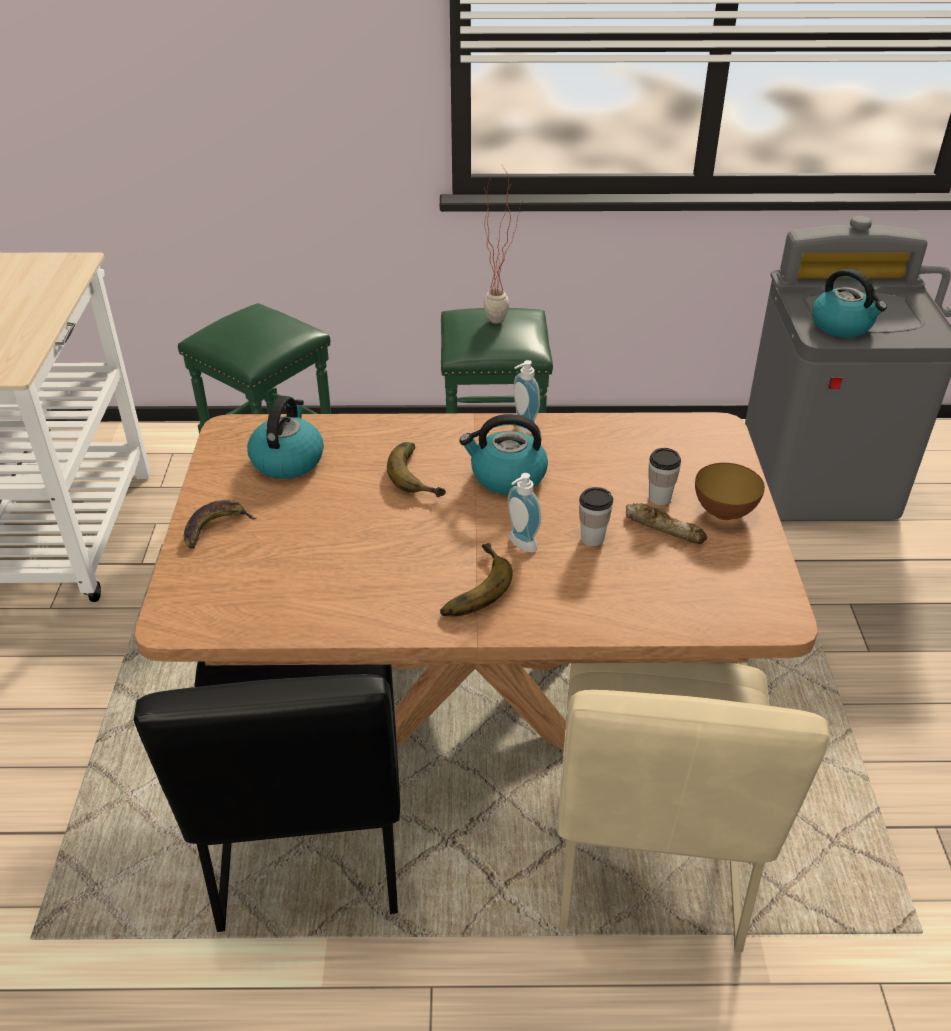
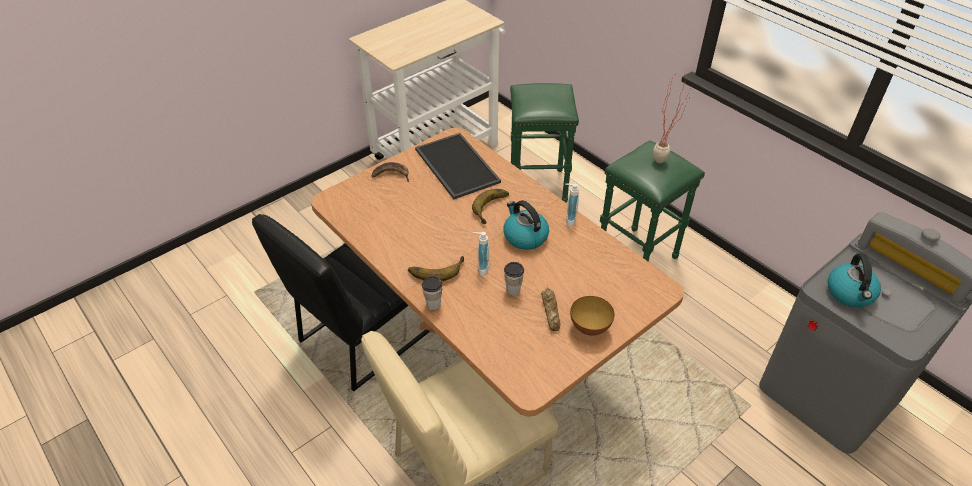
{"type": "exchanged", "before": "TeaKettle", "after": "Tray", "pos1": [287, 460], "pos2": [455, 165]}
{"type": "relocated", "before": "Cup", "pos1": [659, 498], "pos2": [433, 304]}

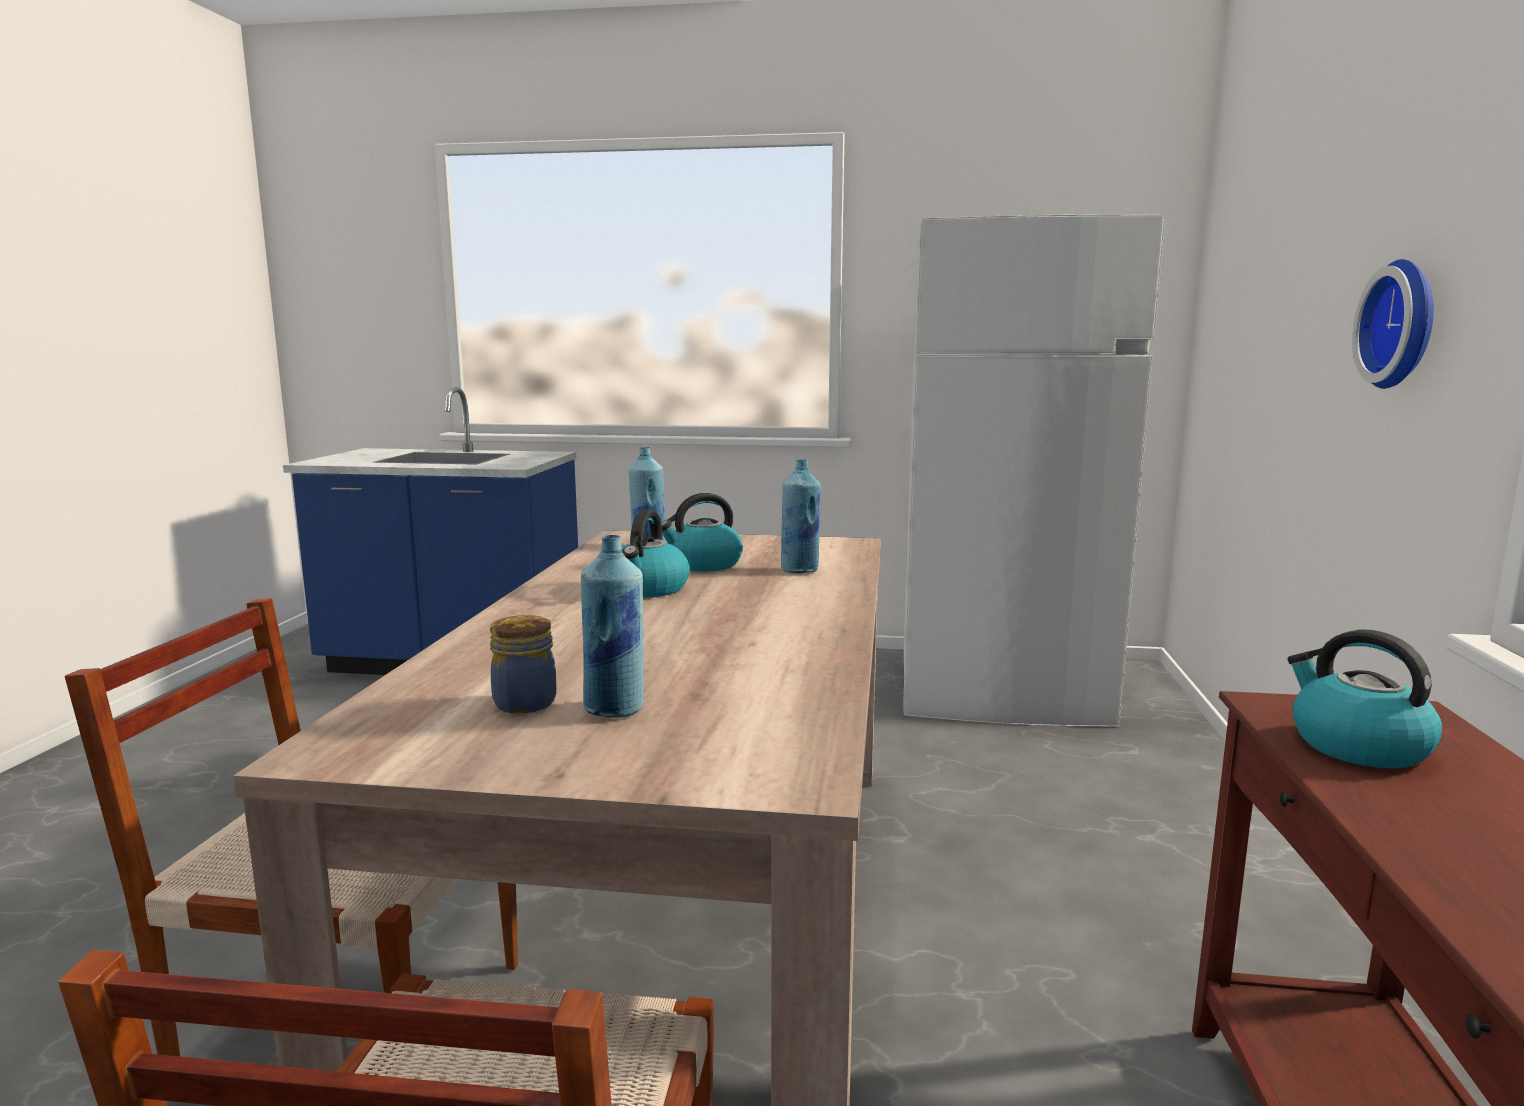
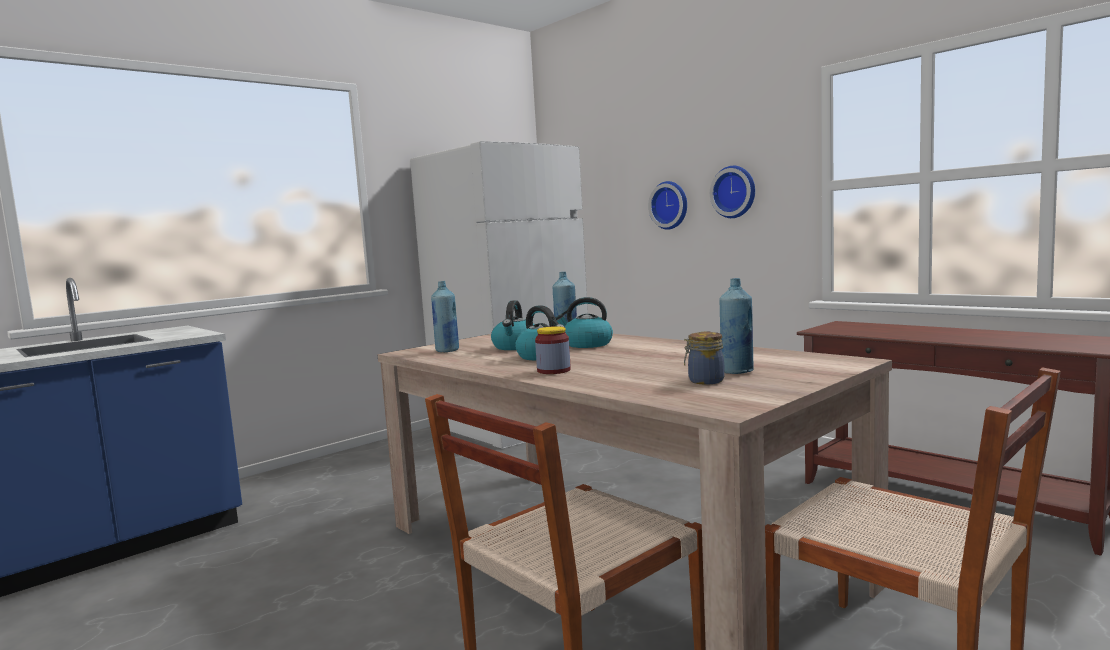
{"type": "appeared", "after": "PreserveJar", "pos2": [553, 370]}
{"type": "relocated", "before": "TeaKettle", "pos1": [1356, 746], "pos2": [587, 344]}
{"type": "appeared", "after": "WallClock", "pos2": [670, 205]}

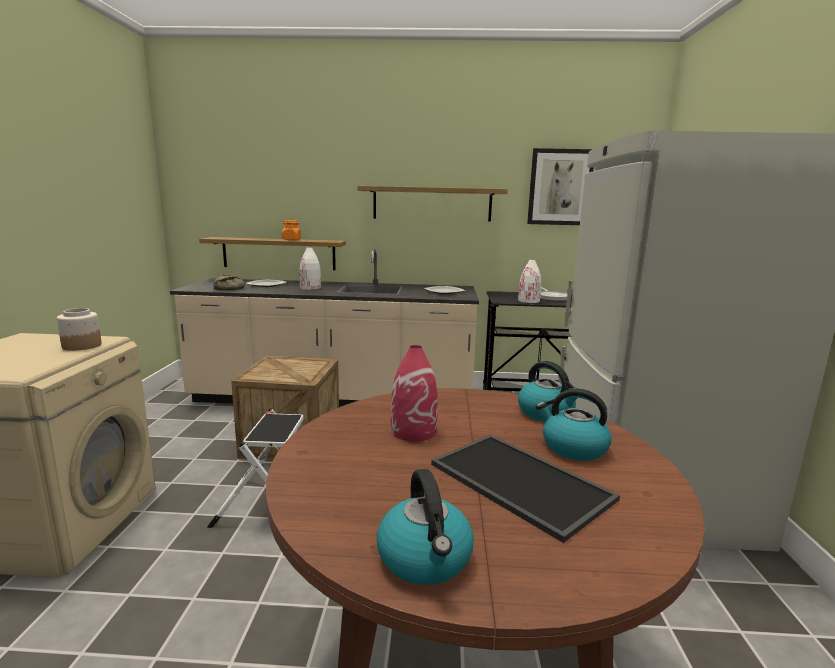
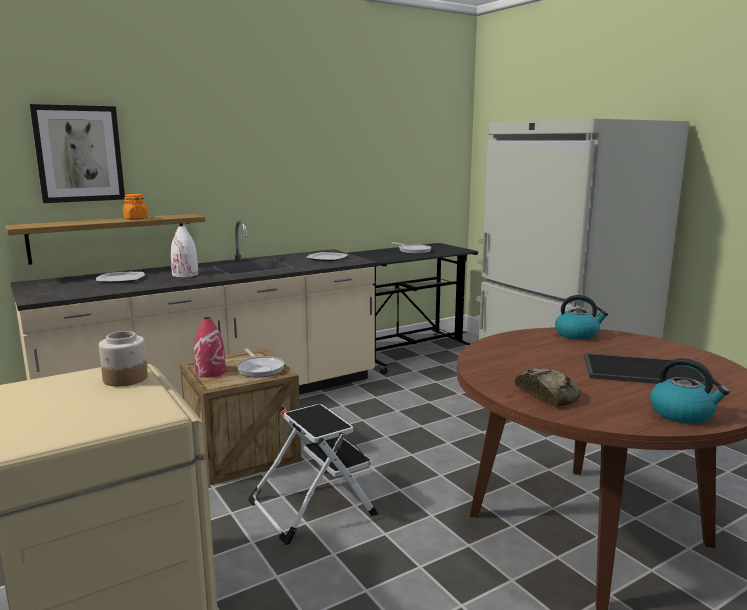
{"type": "relocated", "before": "WallArt", "pos1": [560, 187], "pos2": [79, 154]}
{"type": "relocated", "before": "ReddishDecorativeVase", "pos1": [414, 431], "pos2": [210, 372]}
{"type": "appeared", "after": "Pan", "pos2": [260, 369]}
{"type": "relocated", "before": "BakedBread", "pos1": [230, 288], "pos2": [547, 394]}
{"type": "missing", "before": "BracketShelf", "pos1": [432, 204]}
{"type": "missing", "before": "WhiteDecorativeVase", "pos1": [529, 301]}
{"type": "missing", "before": "TeaKettle", "pos1": [573, 448]}

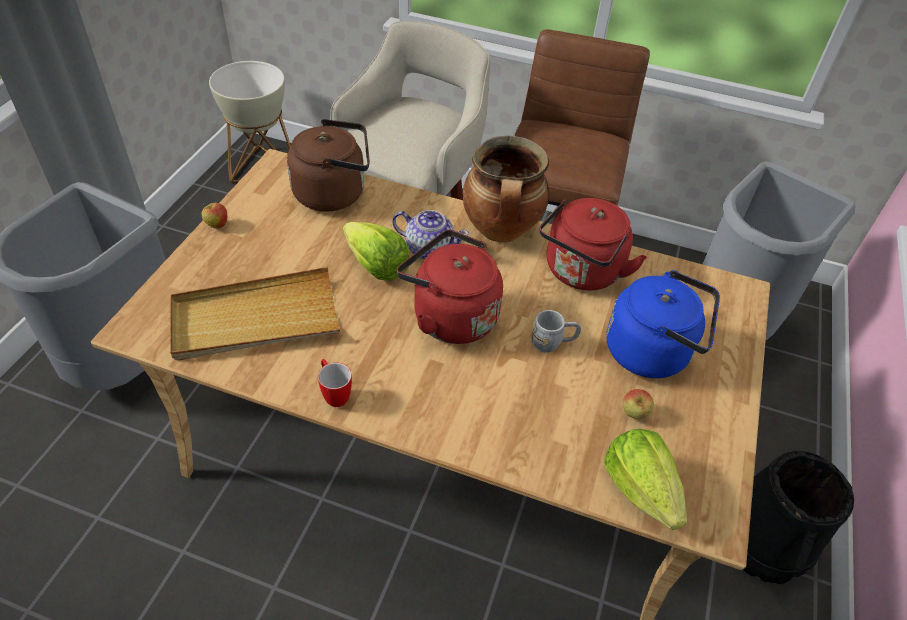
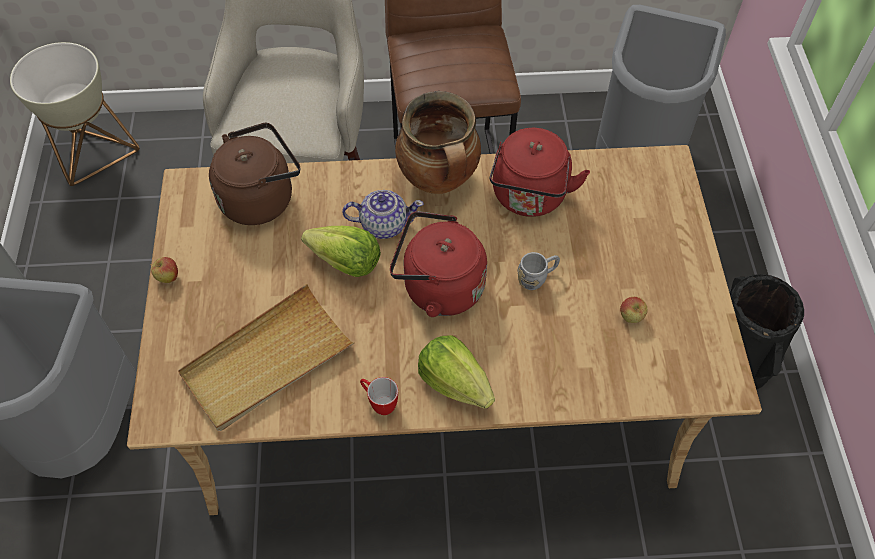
{"type": "relocated", "before": "Lettuce", "pos1": [640, 489], "pos2": [454, 382]}
{"type": "missing", "before": "BlueColouredTeaKettle", "pos1": [652, 352]}

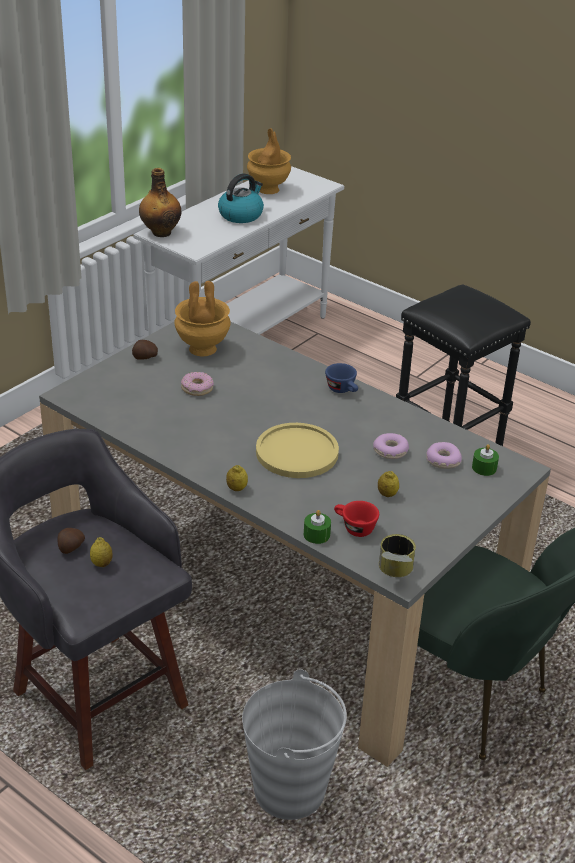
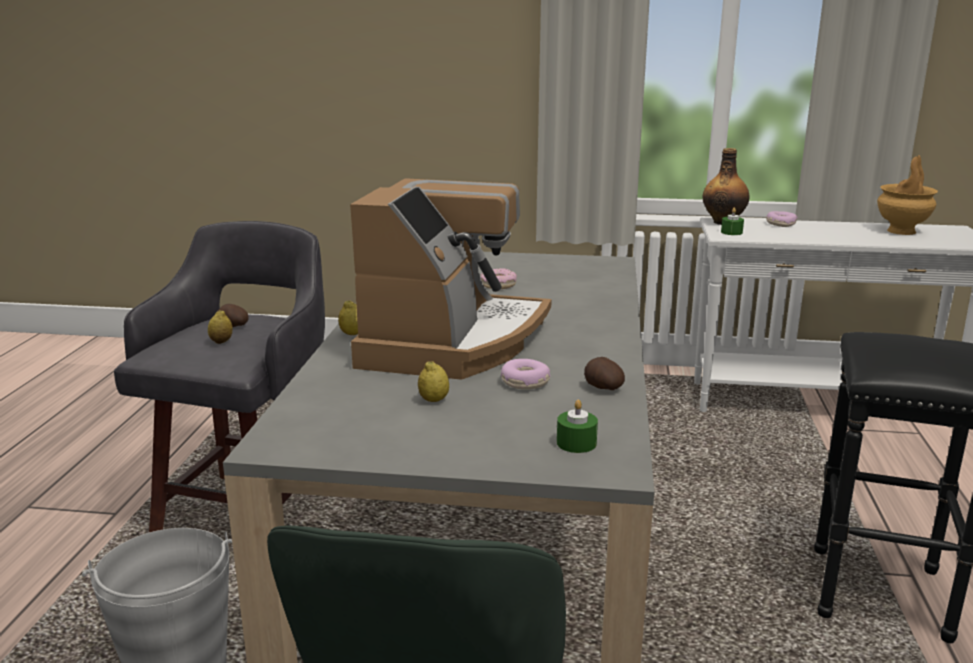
{"type": "exchanged", "before": "YellowColouredDinnerPlate", "after": "CoffeeMaker", "pos1": [297, 452], "pos2": [452, 342]}
{"type": "relocated", "before": "Spud", "pos1": [145, 358], "pos2": [603, 388]}
{"type": "relocated", "before": "GreenishWaxLight", "pos1": [316, 534], "pos2": [731, 232]}
{"type": "relocated", "before": "RingDoughnut", "pos1": [442, 460], "pos2": [780, 224]}
{"type": "missing", "before": "BrownDecorativeVase", "pos1": [202, 349]}
{"type": "missing", "before": "TeaKettle", "pos1": [241, 215]}
{"type": "missing", "before": "BlueColouredCup", "pos1": [343, 390]}
{"type": "missing", "before": "ReddishCup", "pos1": [354, 528]}
{"type": "missing", "before": "Can", "pos1": [394, 573]}

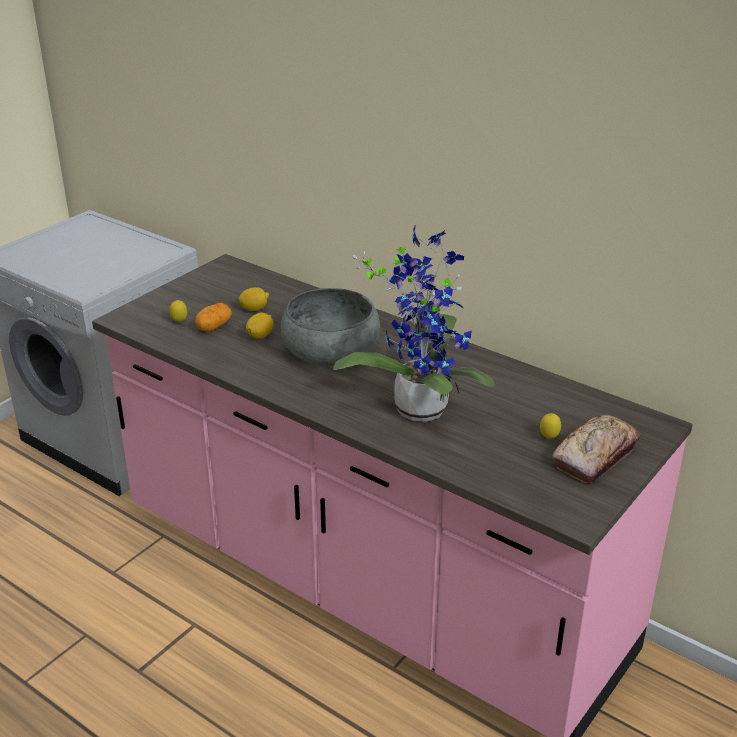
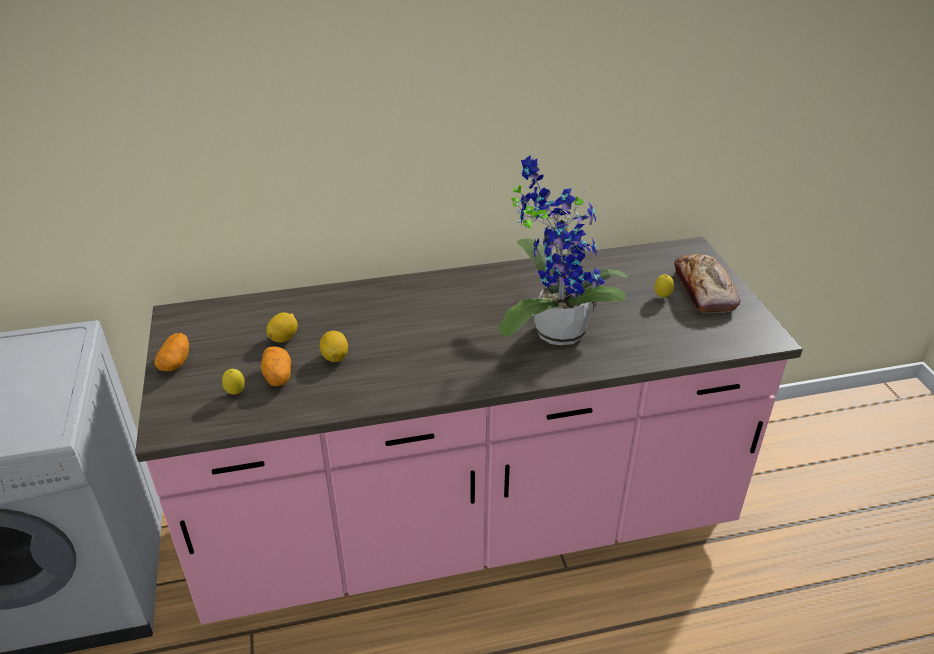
{"type": "appeared", "after": "Spud", "pos2": [175, 362]}
{"type": "missing", "before": "GrayBowl", "pos1": [330, 349]}

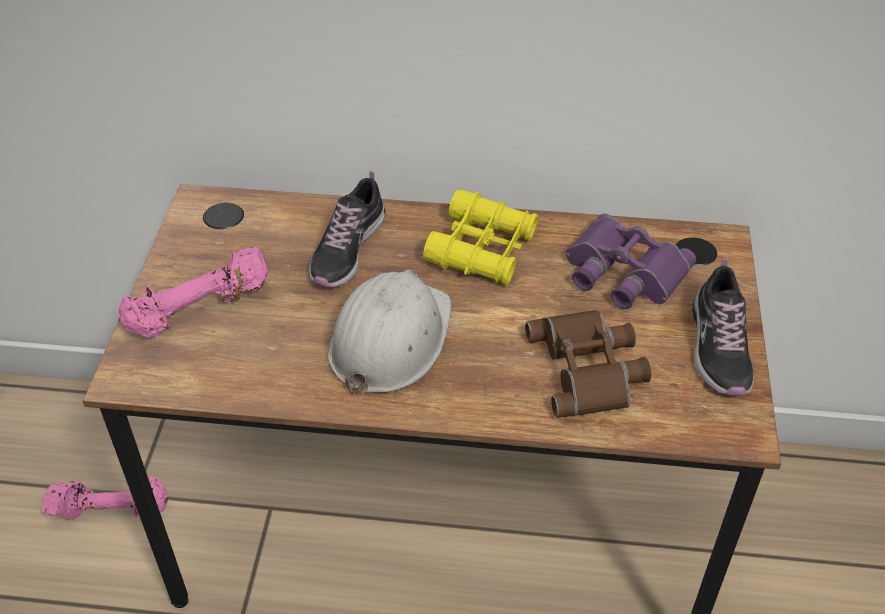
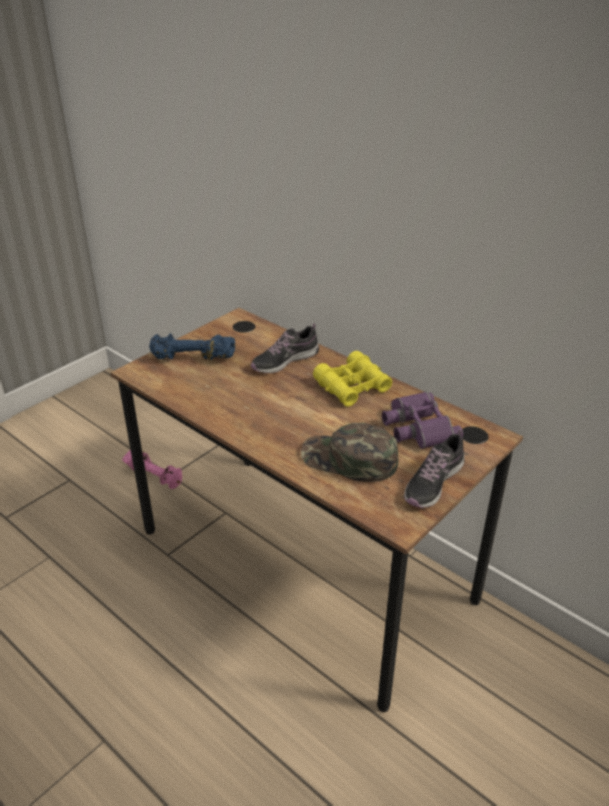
{"type": "colour", "before": "PinkHandWeight", "after": "BlueColouredHandWeight", "pos1": [200, 310], "pos2": [192, 358]}
{"type": "exchanged", "before": "BrownBinoculars", "after": "GreenishPeakedCap", "pos1": [589, 368], "pos2": [348, 460]}
{"type": "missing", "before": "WhiteHardHat", "pos1": [390, 339]}

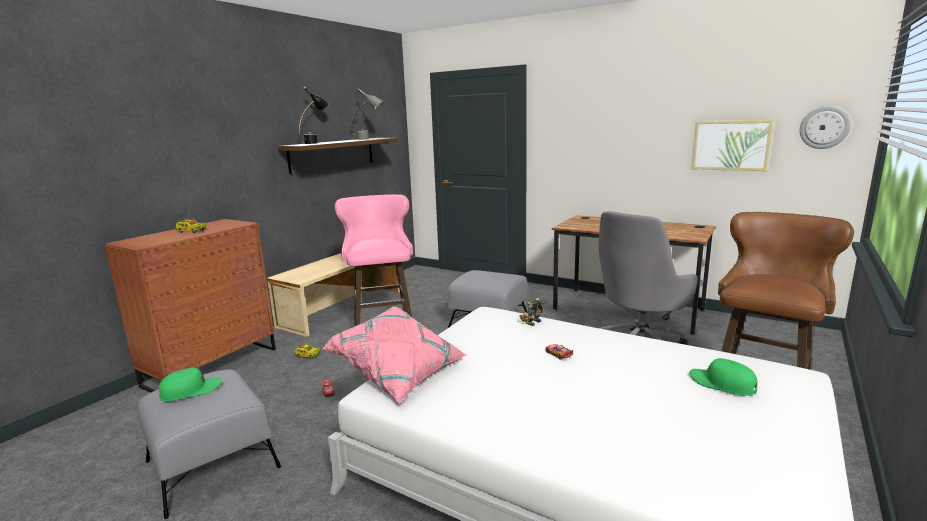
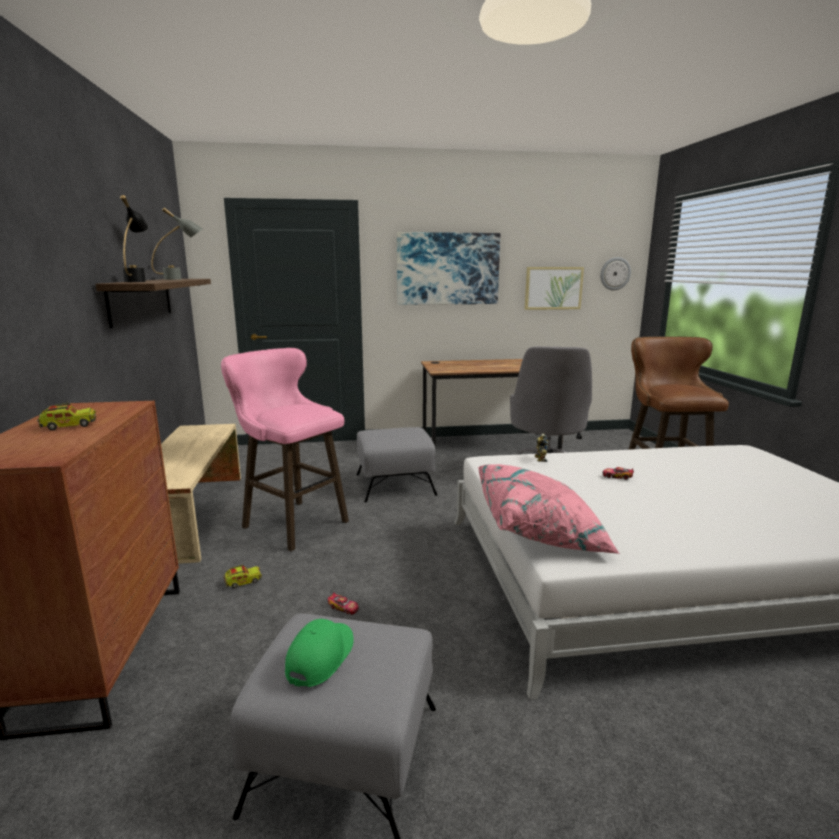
{"type": "appeared", "after": "WallArt", "pos2": [448, 269]}
{"type": "missing", "before": "GreenishPeakedCap", "pos1": [722, 384]}

